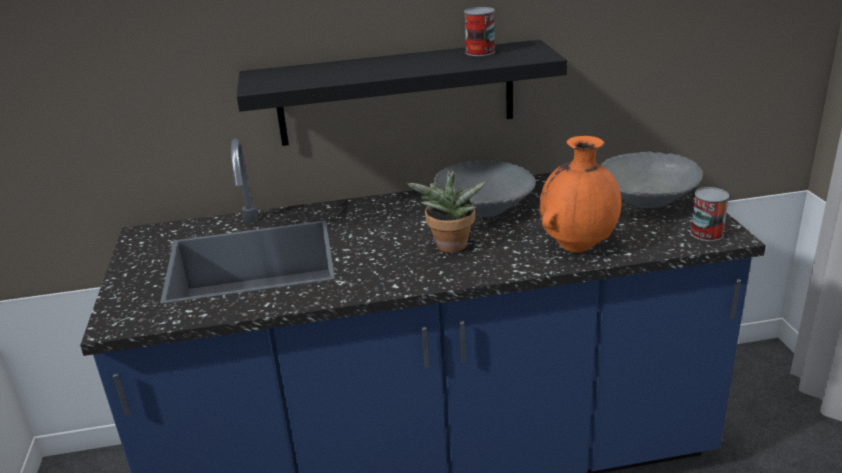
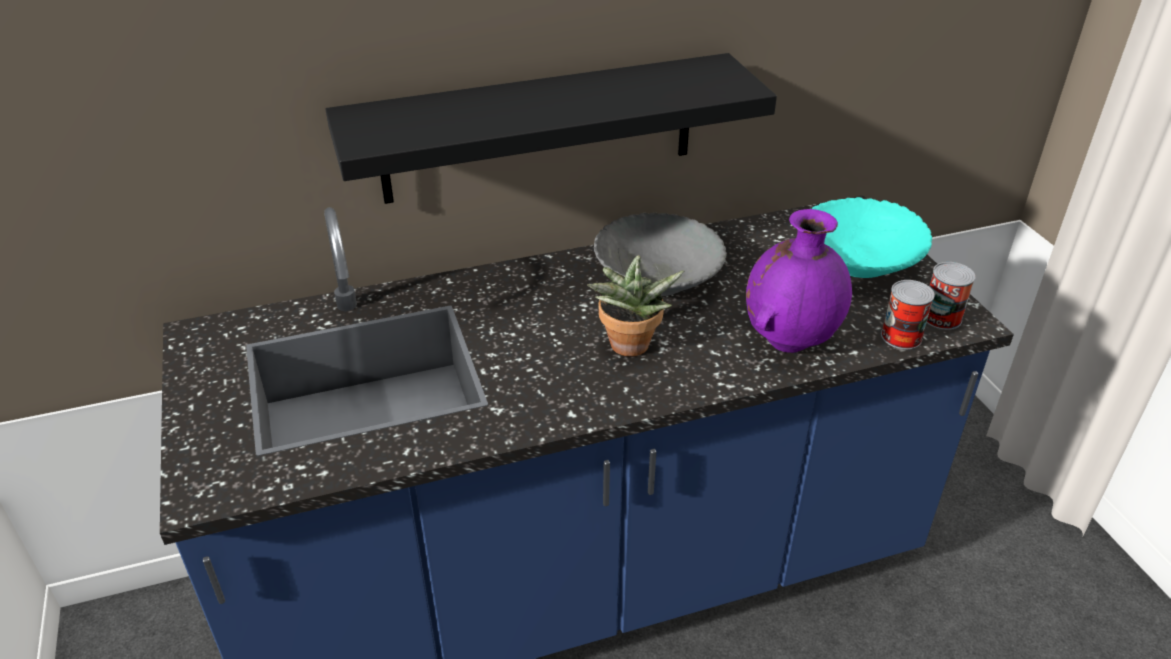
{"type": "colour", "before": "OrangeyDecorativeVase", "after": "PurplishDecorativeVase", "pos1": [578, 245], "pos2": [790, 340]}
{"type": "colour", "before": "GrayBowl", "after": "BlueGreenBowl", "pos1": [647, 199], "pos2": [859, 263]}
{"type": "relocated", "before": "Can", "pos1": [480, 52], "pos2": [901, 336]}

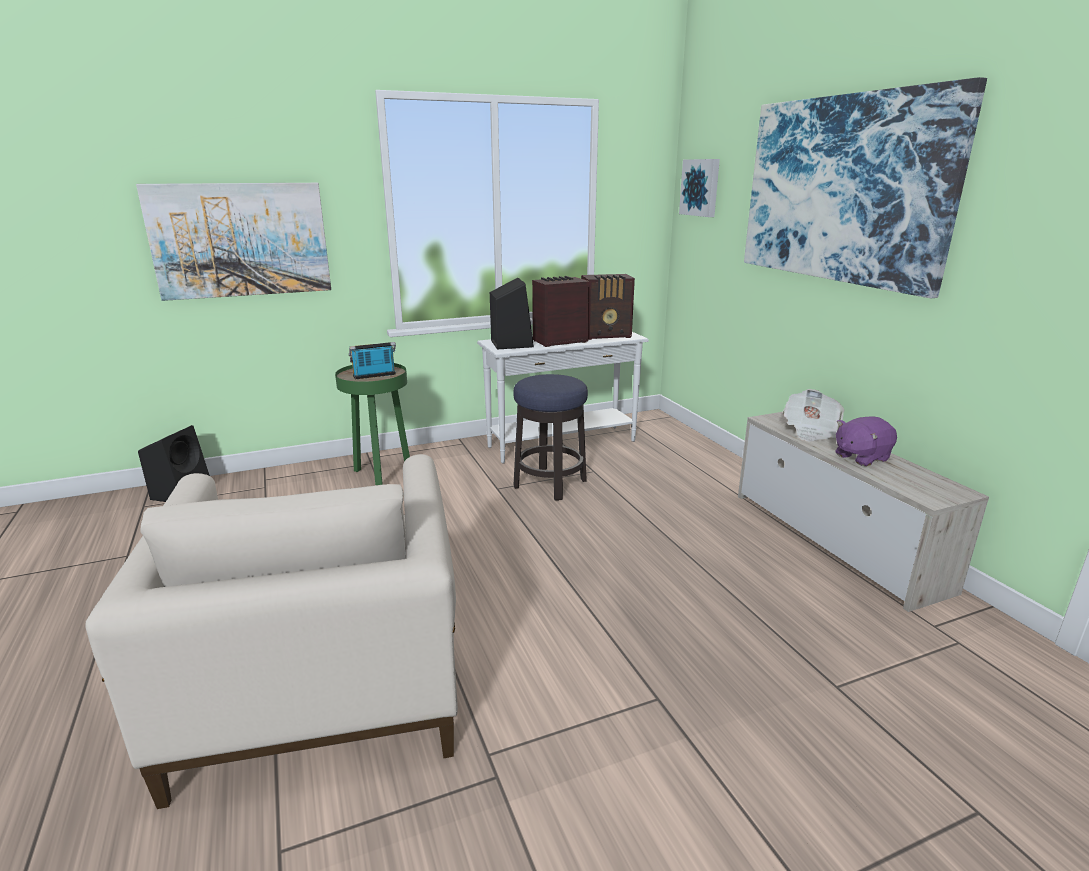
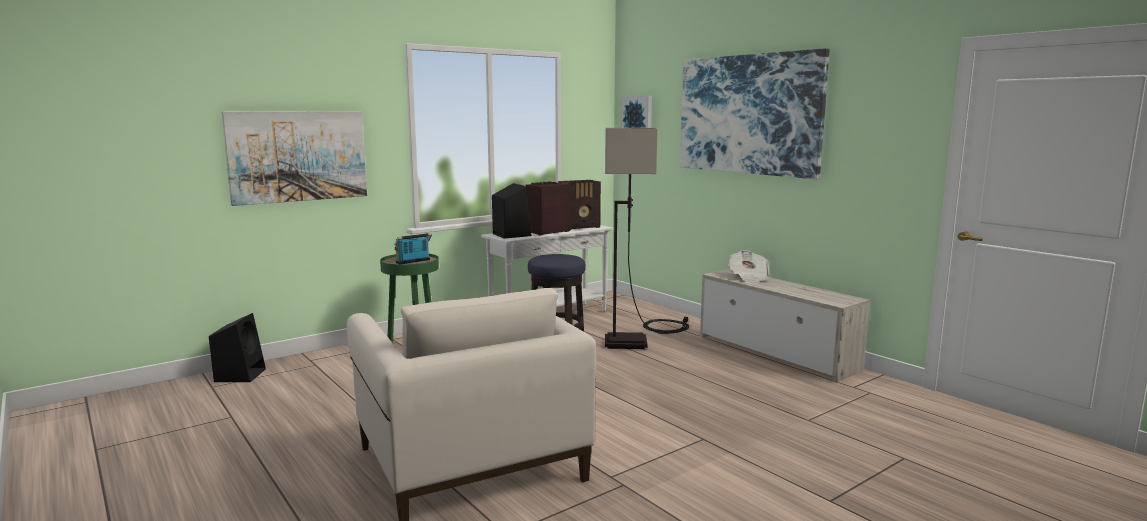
{"type": "appeared", "after": "FloorLamp", "pos2": [649, 334]}
{"type": "missing", "before": "PurplishSoftToy", "pos1": [861, 457]}

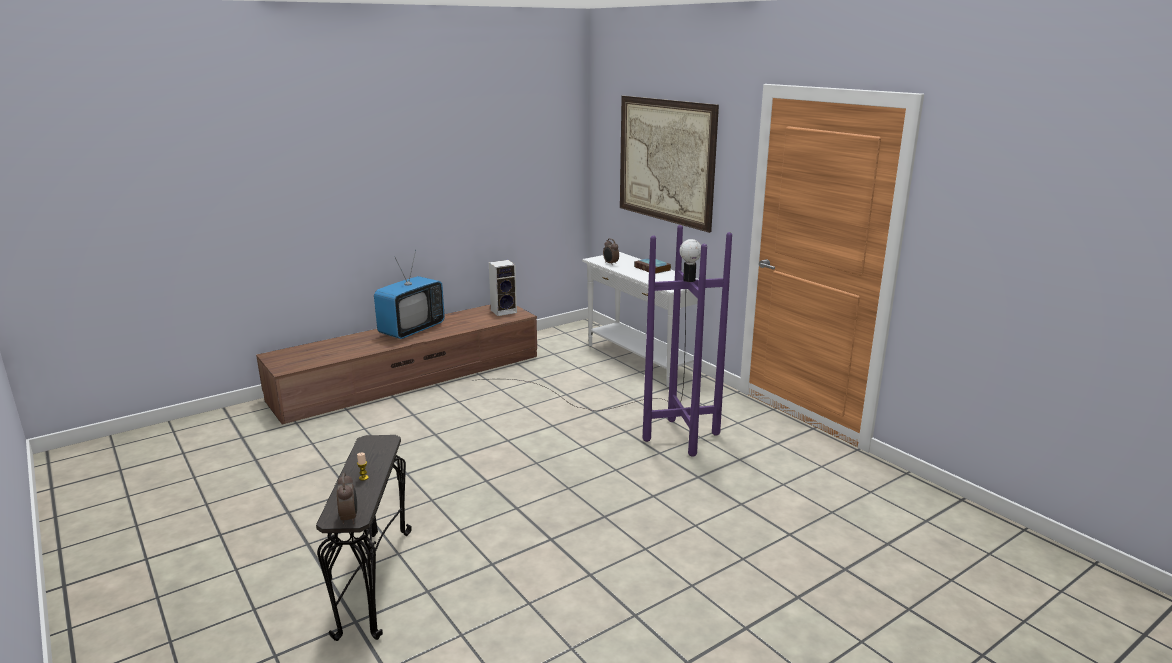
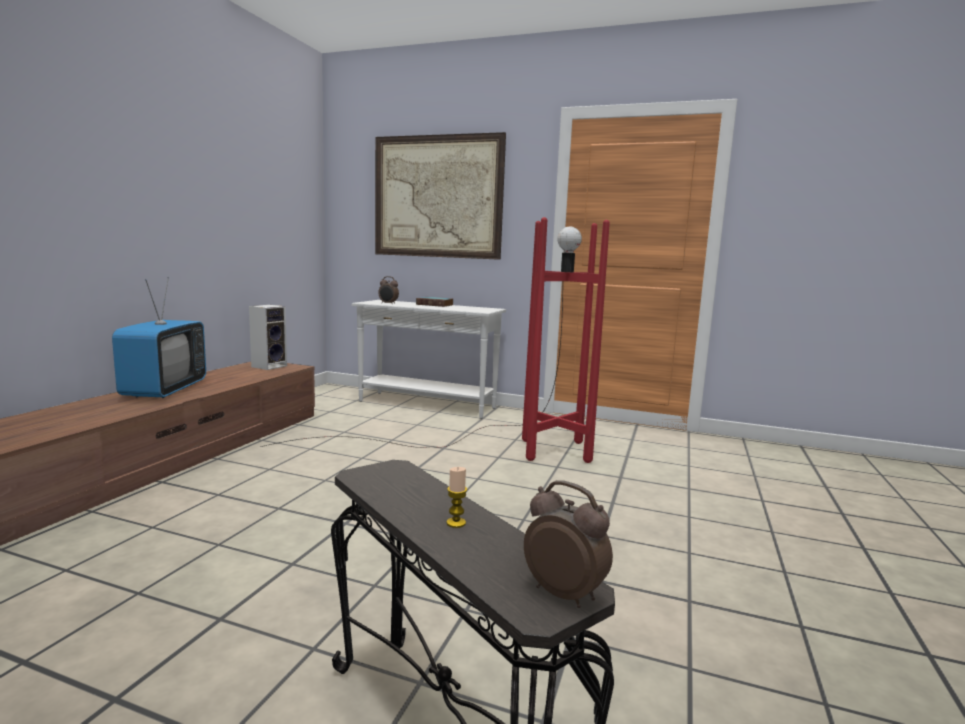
{"type": "colour", "before": "PurplishFloorLamp", "after": "ReddishFloorLamp", "pos1": [632, 418], "pos2": [487, 445]}

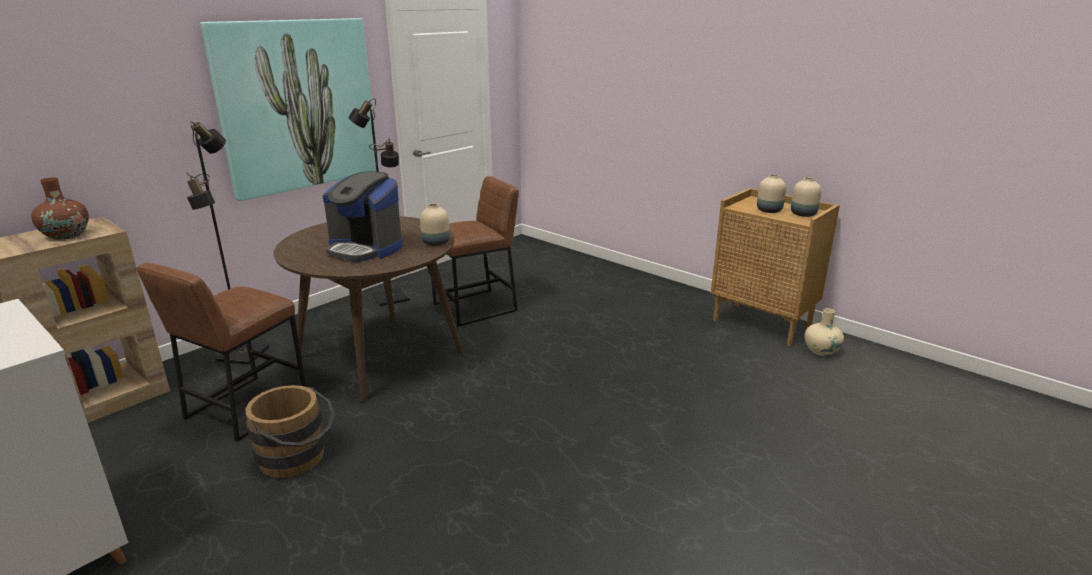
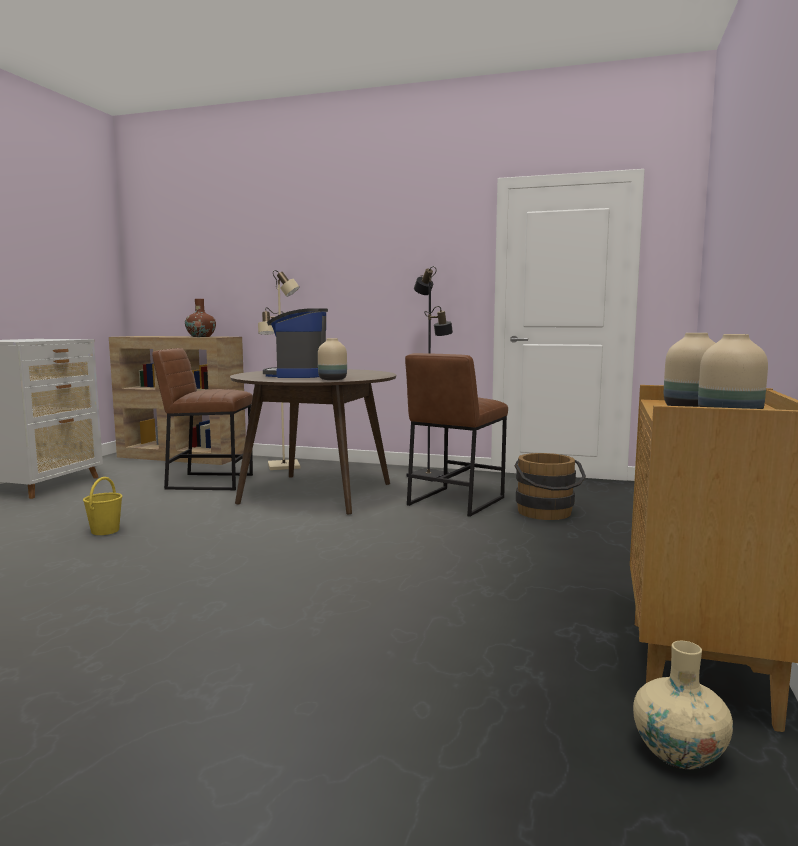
{"type": "appeared", "after": "YellowColouredWaterBucket", "pos2": [105, 531]}
{"type": "colour", "before": "BlackFloorLamp", "after": "BeigeColouredFloorLamp", "pos1": [243, 354], "pos2": [283, 466]}
{"type": "spun", "before": "BrownPlainChair", "pos1": [476, 307], "pos2": [455, 502], "turn": 90}
{"type": "relocated", "before": "BrownWaterBucket", "pos1": [298, 458], "pos2": [546, 513]}
{"type": "missing", "before": "WallArt", "pos1": [297, 105]}

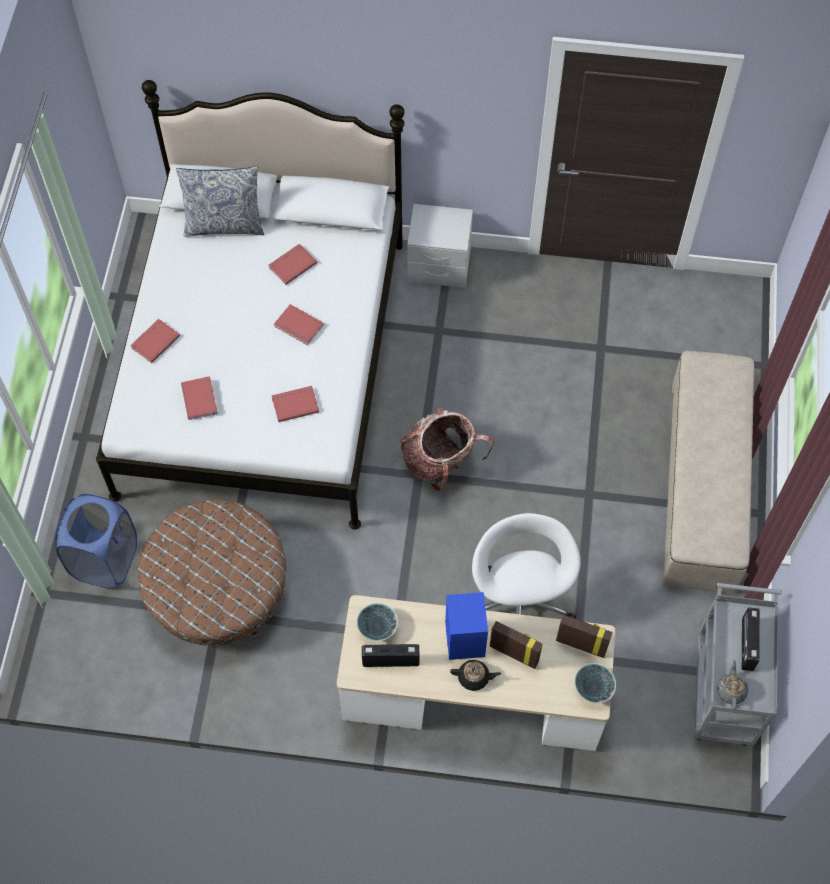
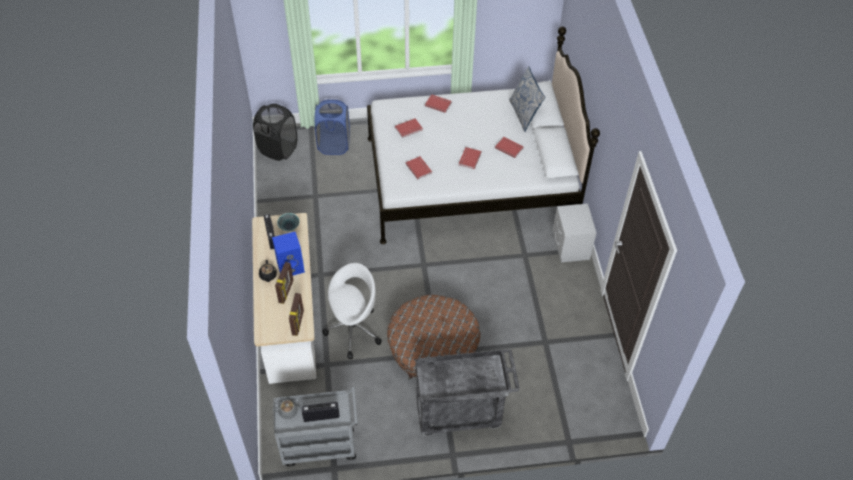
{"type": "appeared", "after": "BlackHamper", "pos2": [278, 149]}
{"type": "relocated", "before": "BrownFootrest", "pos1": [219, 590], "pos2": [433, 352]}
{"type": "exchanged", "before": "BeigeColouredLongSeat", "after": "GrayCart", "pos1": [703, 485], "pos2": [462, 416]}
{"type": "missing", "before": "Knapsack", "pos1": [441, 462]}
{"type": "missing", "before": "Bowl", "pos1": [593, 688]}

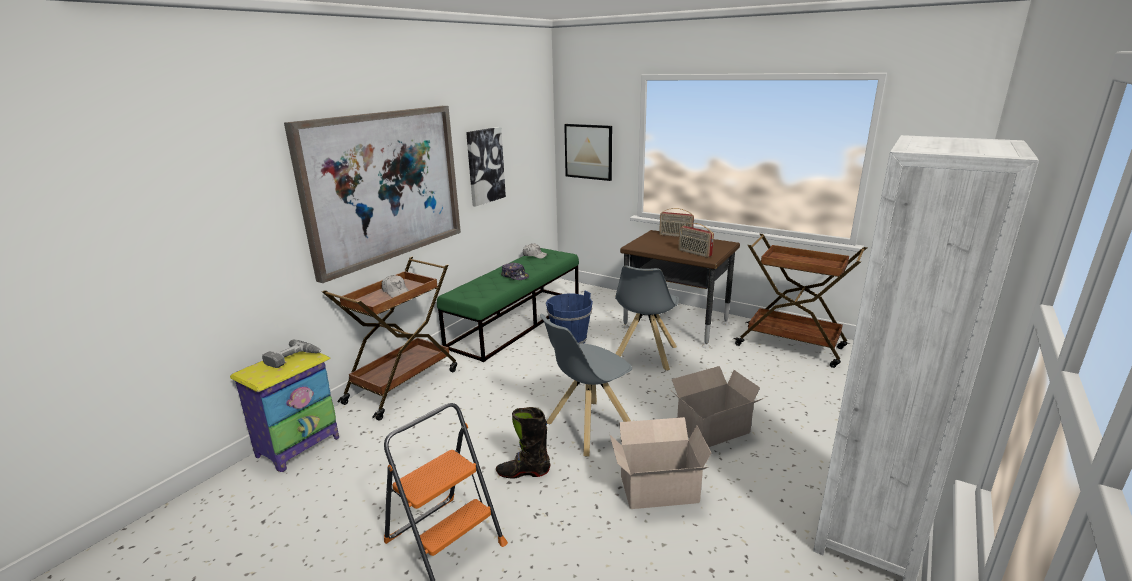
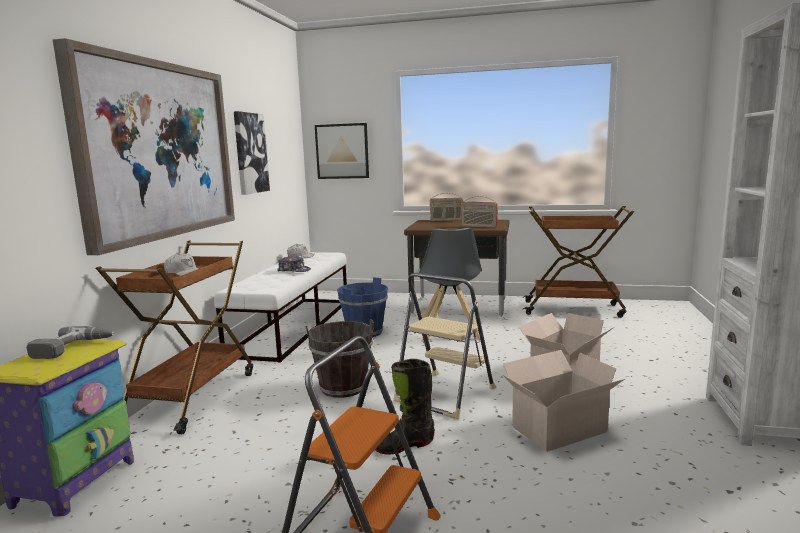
{"type": "colour", "before": "GreenishLongSeat", "after": "WhiteLongSeat", "pos1": [516, 322], "pos2": [294, 326]}
{"type": "appeared", "after": "BrownWaterBucket", "pos2": [343, 387]}
{"type": "exchanged", "before": "GrayPlainChair", "after": "BeigeColouredStepLadder", "pos1": [587, 428], "pos2": [442, 395]}

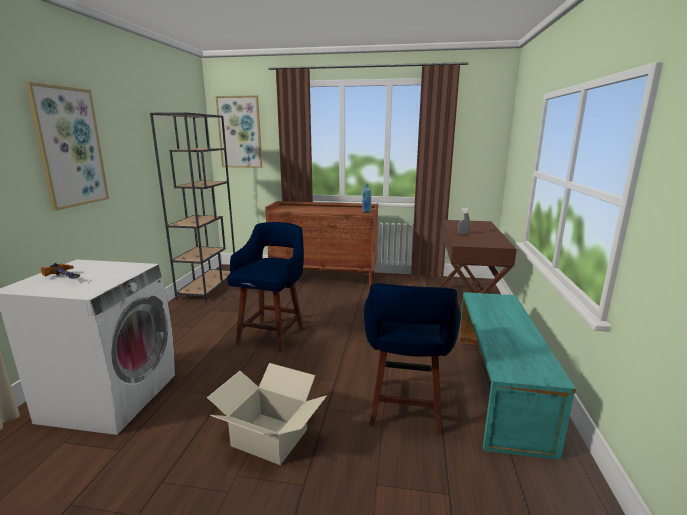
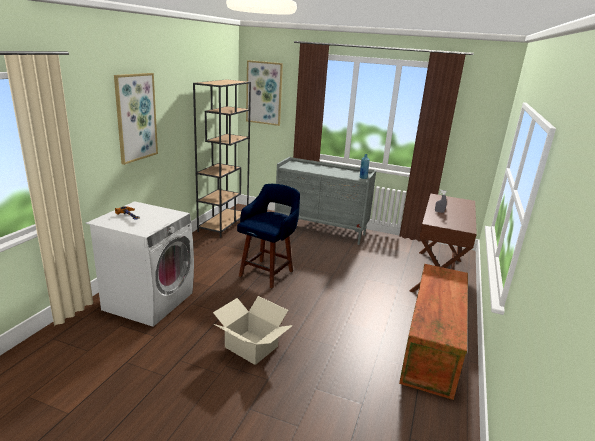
{"type": "colour", "before": "BrownStorageCabinet", "after": "GrayStorageCabinet", "pos1": [324, 280], "pos2": [321, 231]}
{"type": "colour", "before": "BlueGreenLongSeat", "after": "BrownLongSeat", "pos1": [500, 388], "pos2": [433, 344]}
{"type": "missing", "before": "BlueColouredSittingStool", "pos1": [405, 408]}

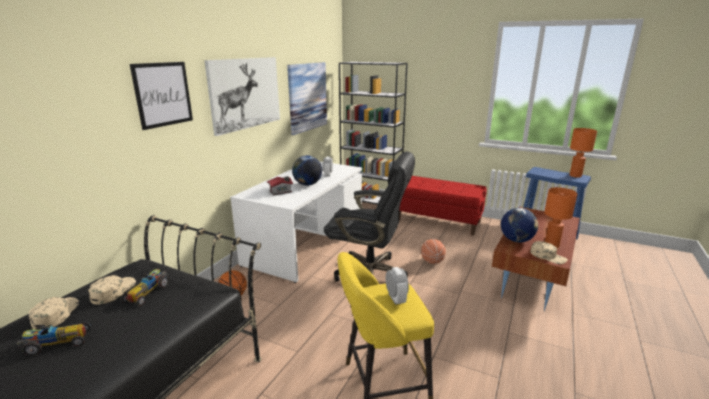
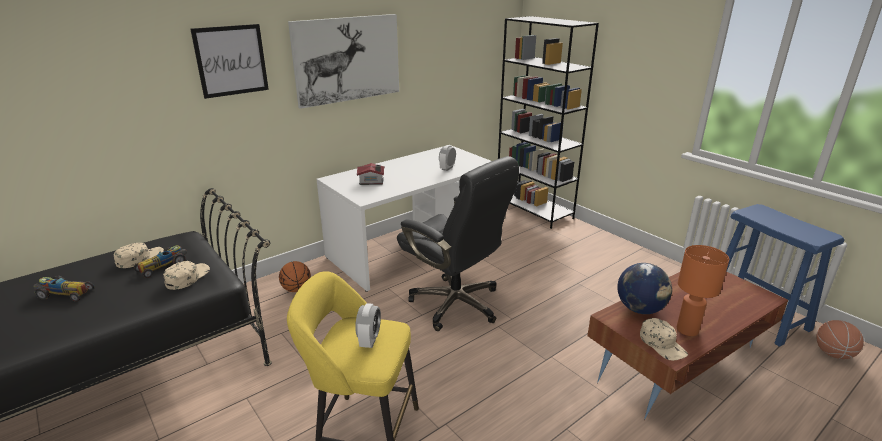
{"type": "relocated", "before": "BeigeColouredPeakedCap", "pos1": [55, 314], "pos2": [187, 277]}
{"type": "relocated", "before": "Basketball", "pos1": [432, 261], "pos2": [833, 354]}
{"type": "missing", "before": "WallArt", "pos1": [307, 97]}
{"type": "missing", "before": "WorldGlobe", "pos1": [307, 184]}
{"type": "missing", "before": "ReddishLongSeat", "pos1": [438, 221]}
{"type": "missing", "before": "OrangeyTableLamp", "pos1": [575, 176]}

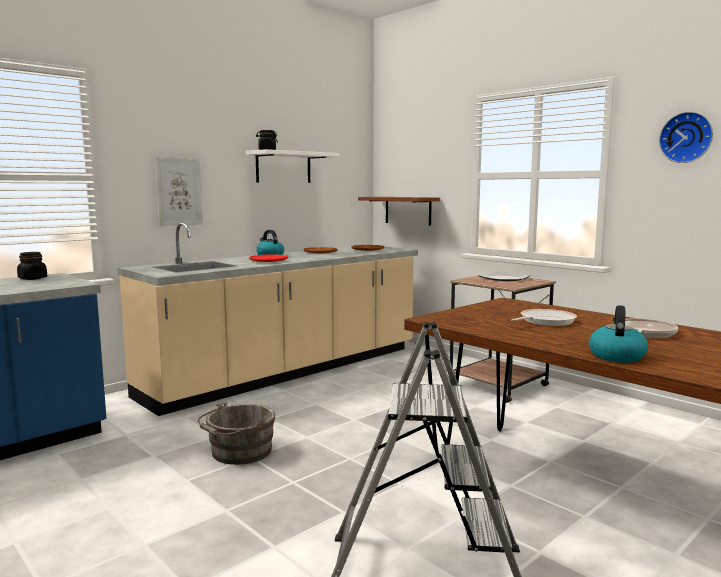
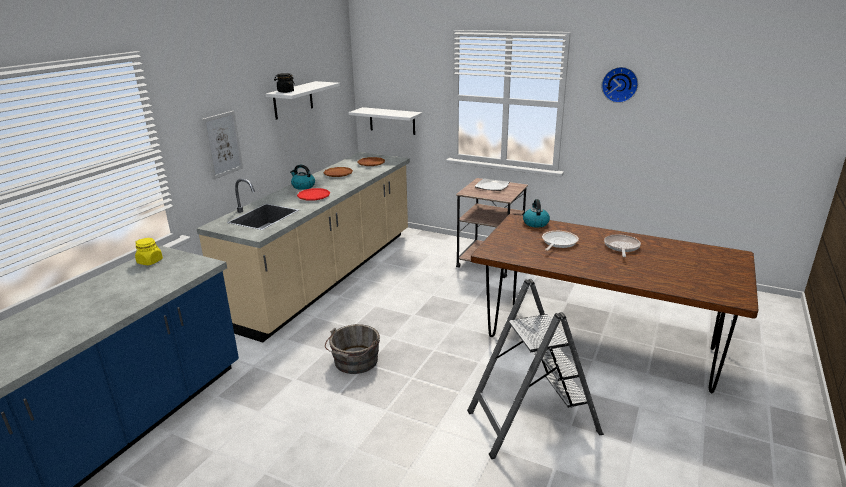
{"type": "colour", "before": "BlackPreserveJar", "after": "YellowColouredPreserveJar", "pos1": [33, 278], "pos2": [150, 261]}
{"type": "colour", "before": "BrownBracketShelf", "after": "WhiteBracketShelf", "pos1": [408, 210], "pos2": [392, 121]}
{"type": "relocated", "before": "TeaKettle", "pos1": [616, 356], "pos2": [535, 223]}

